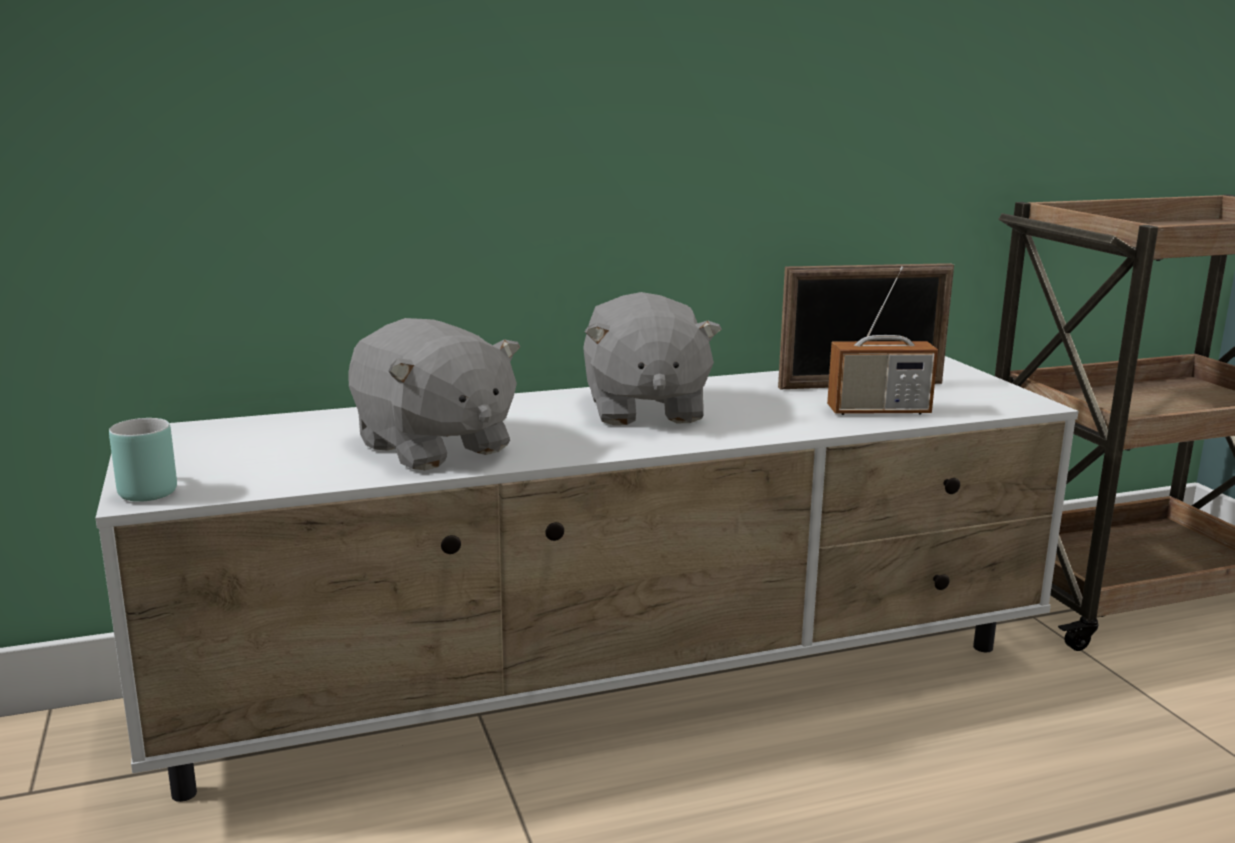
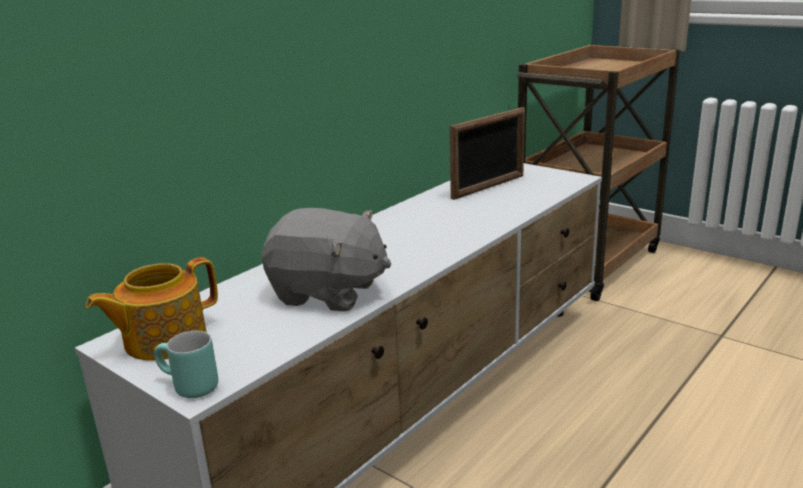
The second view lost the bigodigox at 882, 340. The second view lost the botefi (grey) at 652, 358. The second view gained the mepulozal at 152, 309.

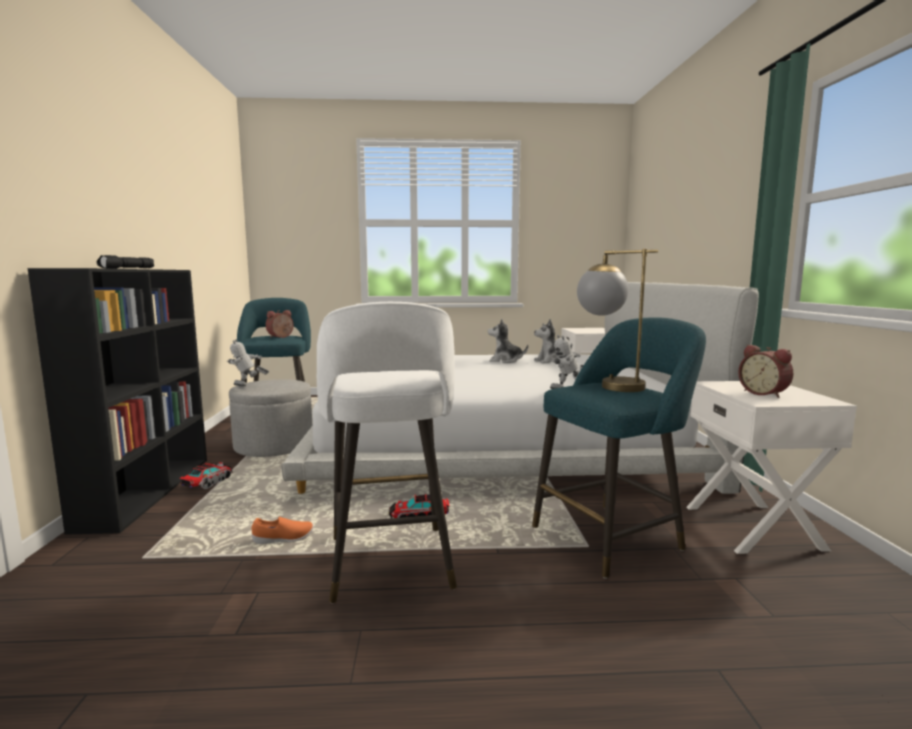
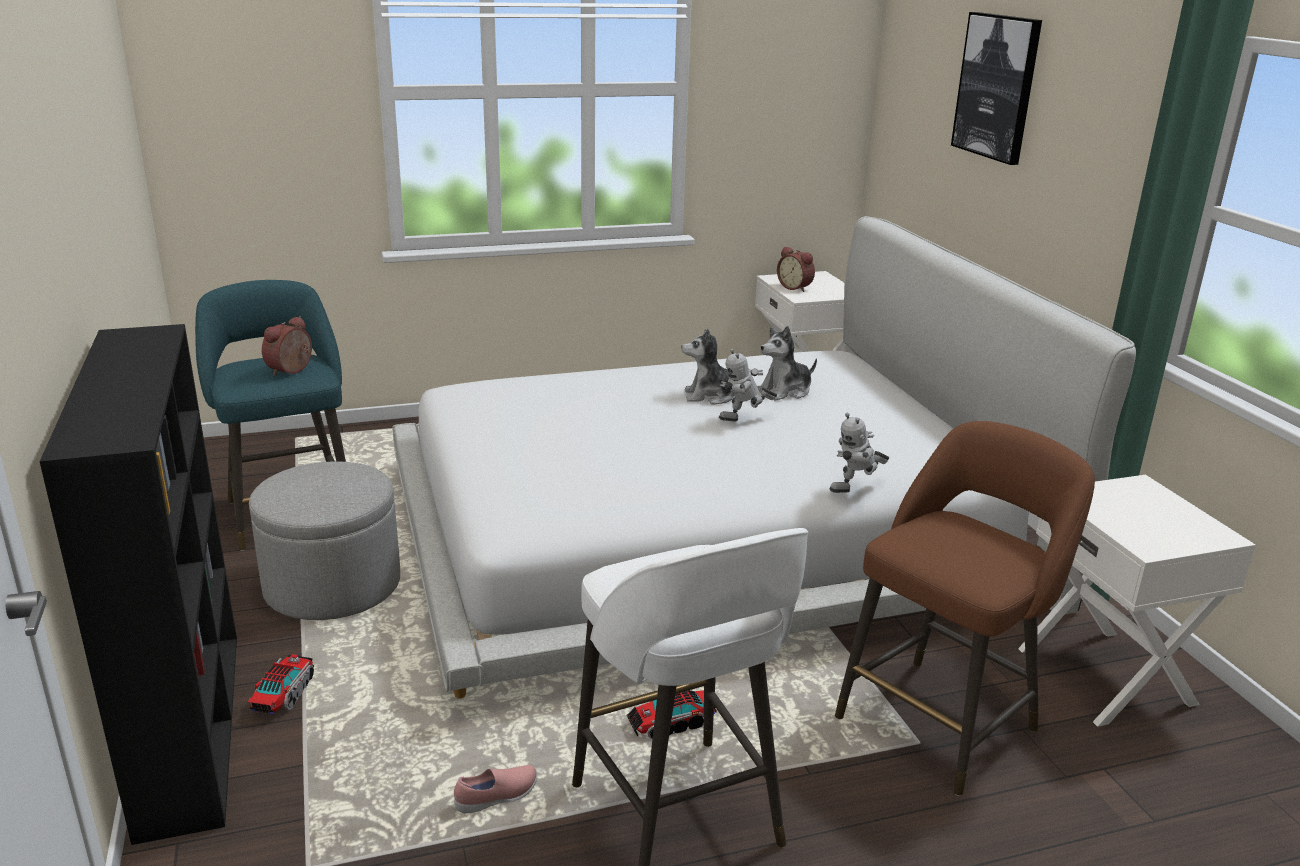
The second view lost the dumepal at 618, 320. The second view lost the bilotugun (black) at 125, 262. What was the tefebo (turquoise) at 619, 448 turned into the tefebo (brown) at 965, 608. The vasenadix ended up elsewhere, having gone from 248, 362 to 748, 385. The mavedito ended up elsewhere, having gone from 765, 371 to 796, 269. What was the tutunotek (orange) at 282, 530 turned into the tutunotek (pink) at 495, 789. The second view gained the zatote at 996, 88.

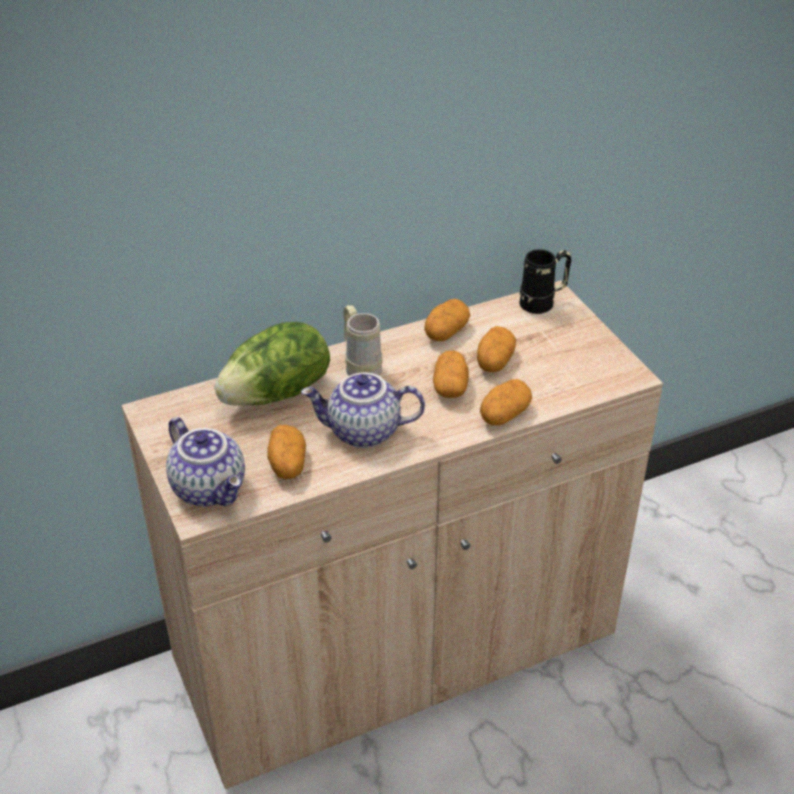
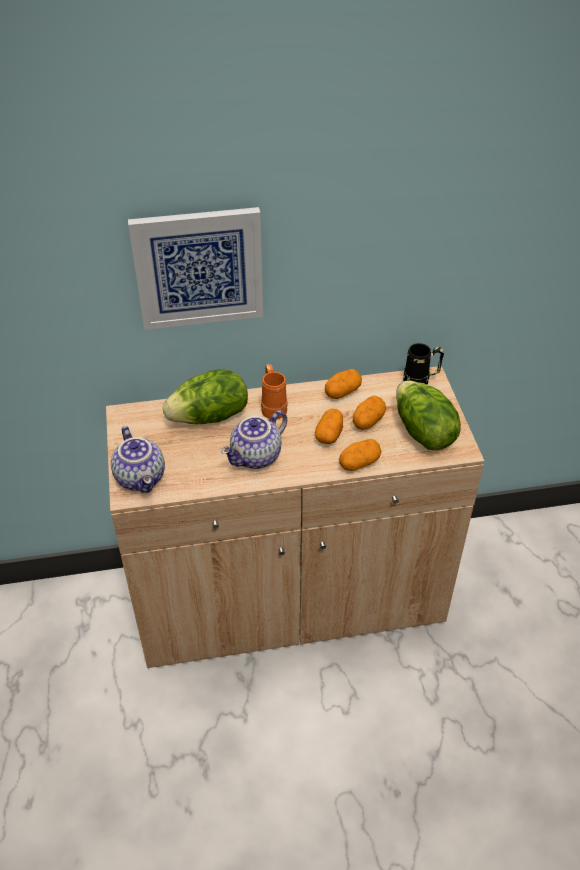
What was the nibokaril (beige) at 363, 340 turned into the nibokaril (orange) at 274, 391. The mepulozal at 363, 410 ended up facing another way, 60 degrees counterclockwise from before. The second view lost the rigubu at 286, 452. The second view gained the zatote at 195, 268. The second view gained the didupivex at 428, 415.

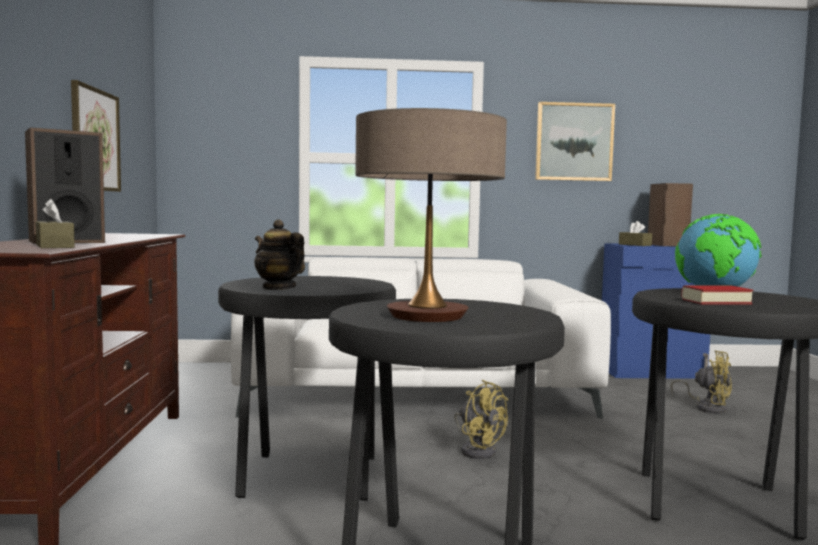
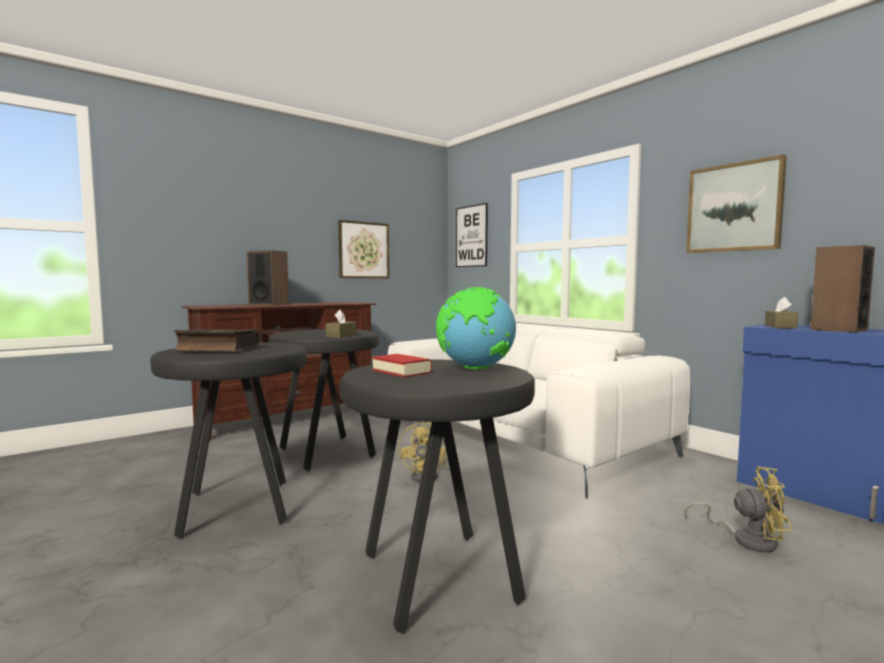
Where the dumepal stood at 431, 215, the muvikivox came to stand at 216, 340. The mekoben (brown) ended up elsewhere, having gone from 55, 223 to 341, 324. The second view lost the mepulozal at 280, 255. The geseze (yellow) at 701, 382 ended up facing another way, 75 degrees counterclockwise from before. The second view gained the zatote at 472, 235.

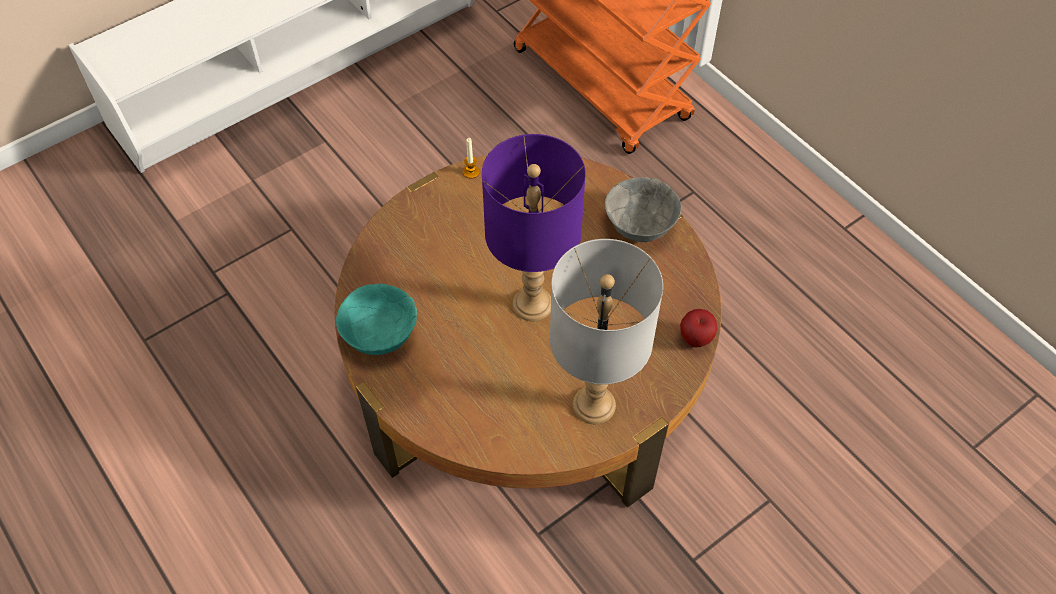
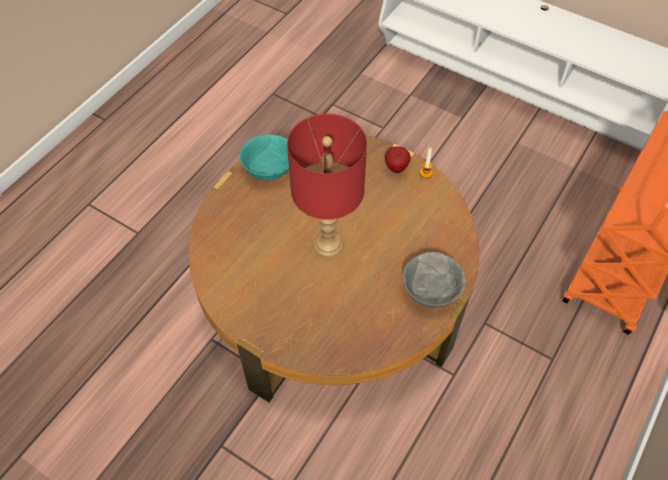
What was the dumepal (purple) at 534, 228 turned into the dumepal (red) at 327, 185. The second view lost the dumepal (grey) at 606, 331. The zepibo ended up elsewhere, having gone from 698, 328 to 398, 159.

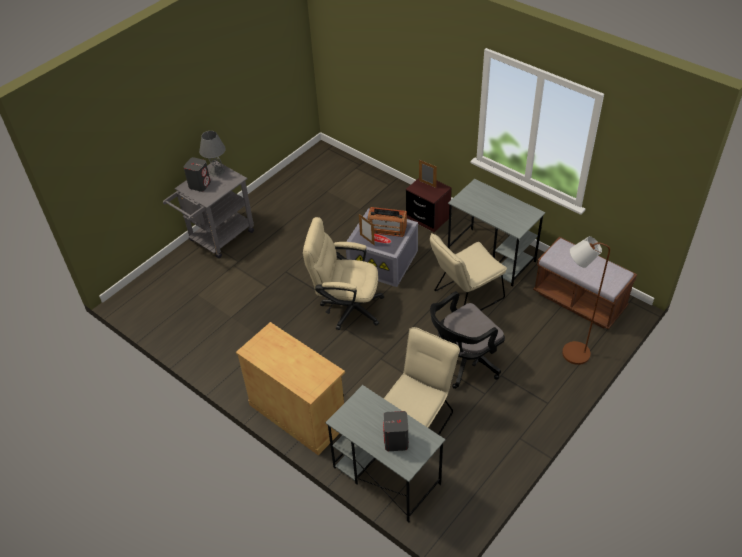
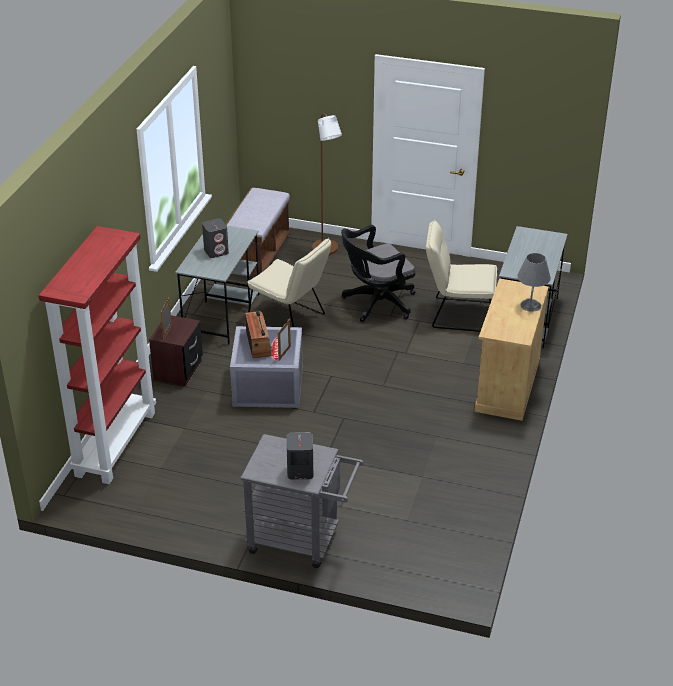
The dumepal (grey) ended up elsewhere, having gone from 212, 154 to 534, 282. The second view lost the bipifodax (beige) at 344, 273. The bipifodax (black) at 467, 340 ended up facing another way, 120 degrees clockwise from before. The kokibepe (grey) ended up elsewhere, having gone from 396, 431 to 215, 238. The second view gained the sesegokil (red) at 97, 355.

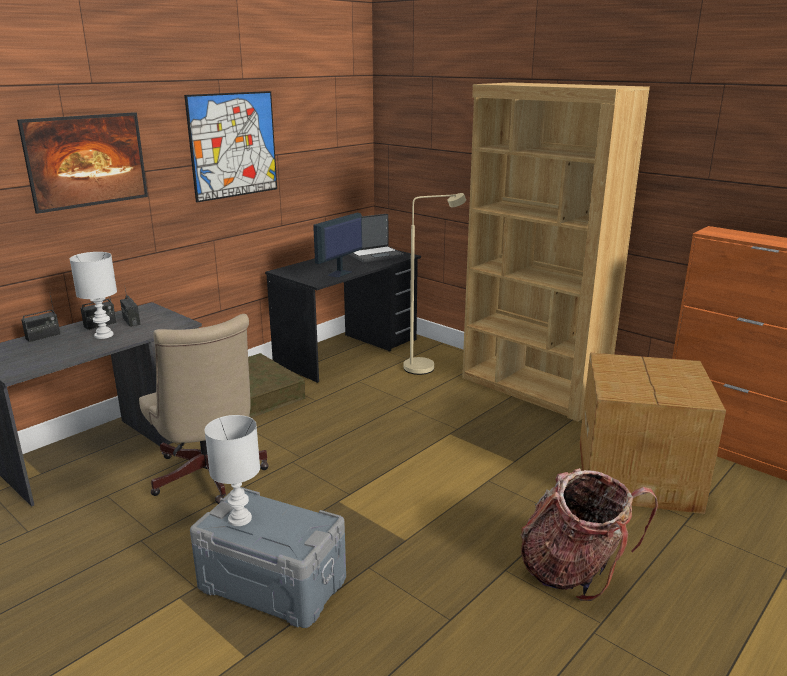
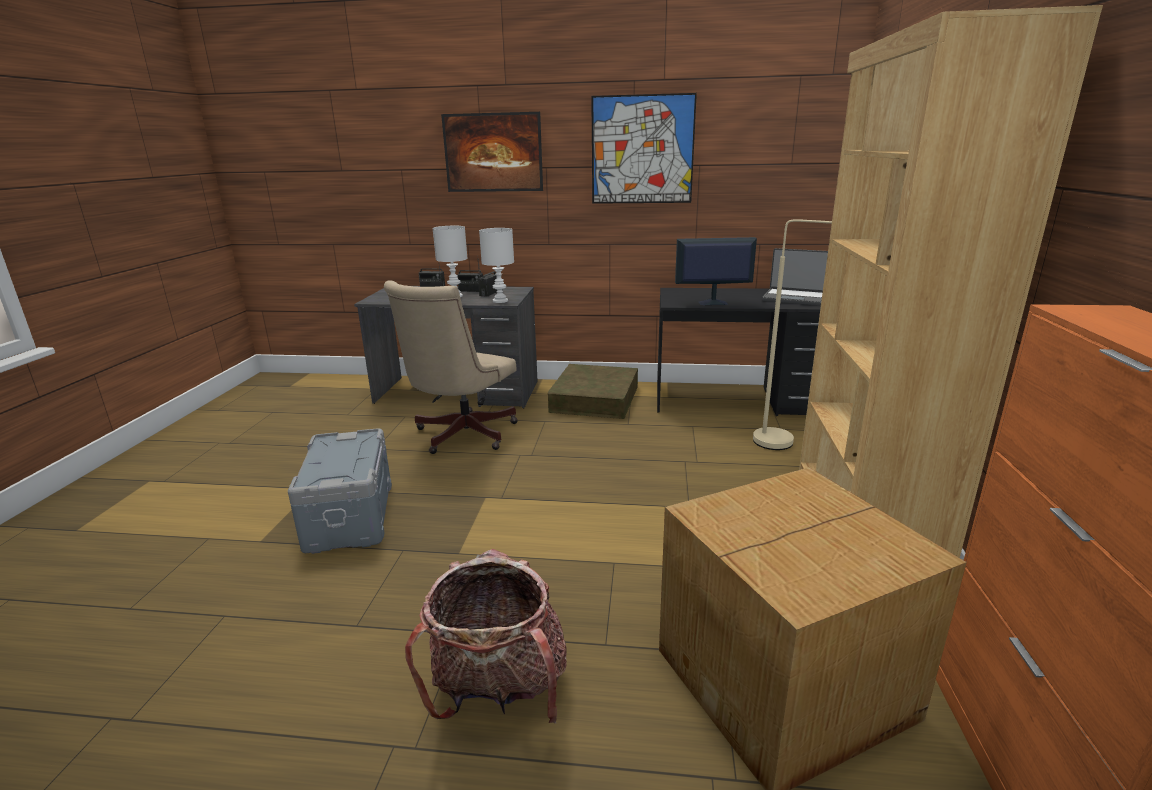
The dumepal (white) ended up elsewhere, having gone from 232, 470 to 496, 265.

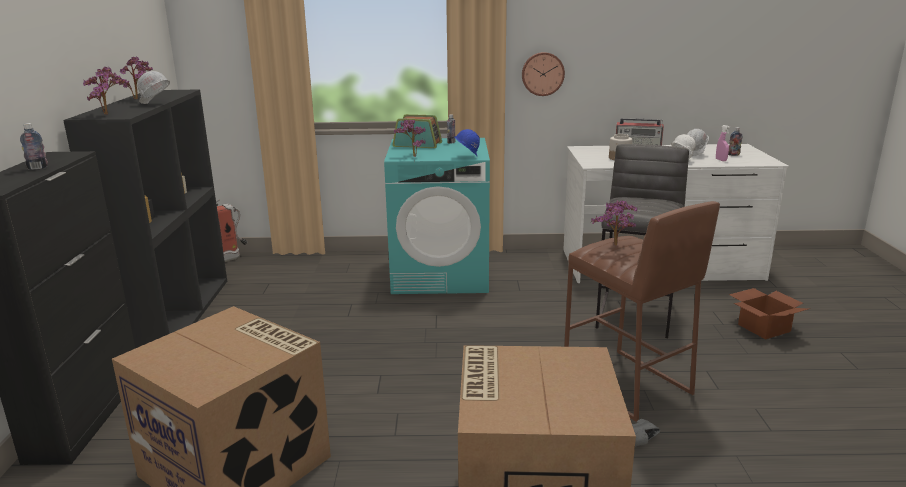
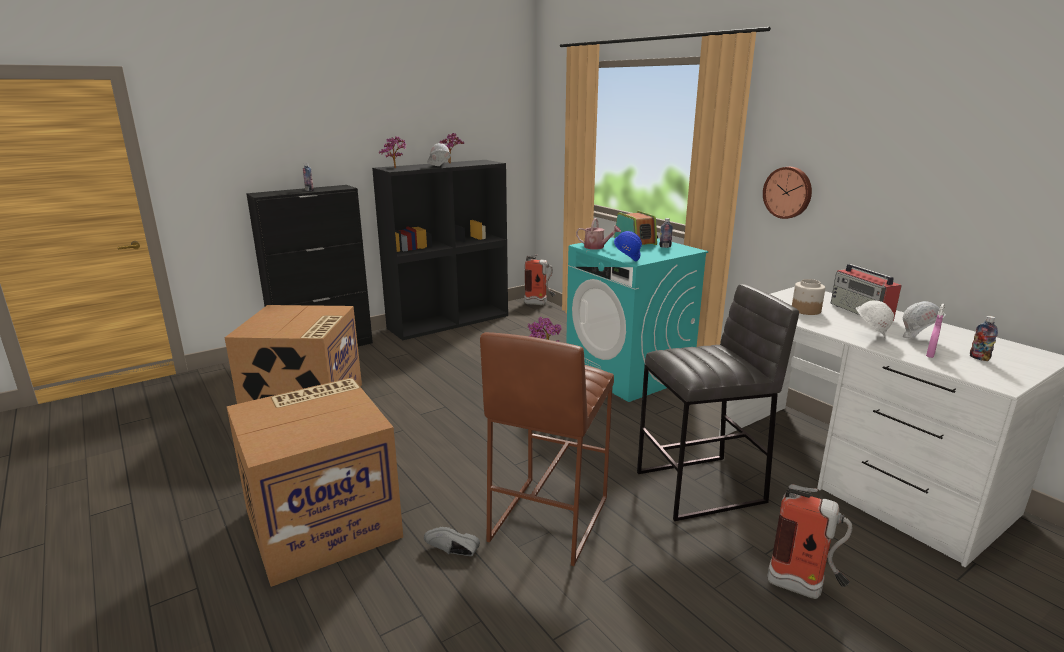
Where the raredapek stood at 410, 138, the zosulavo came to stand at 598, 233. Where the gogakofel stood at 768, 313, the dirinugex came to stand at 810, 541.

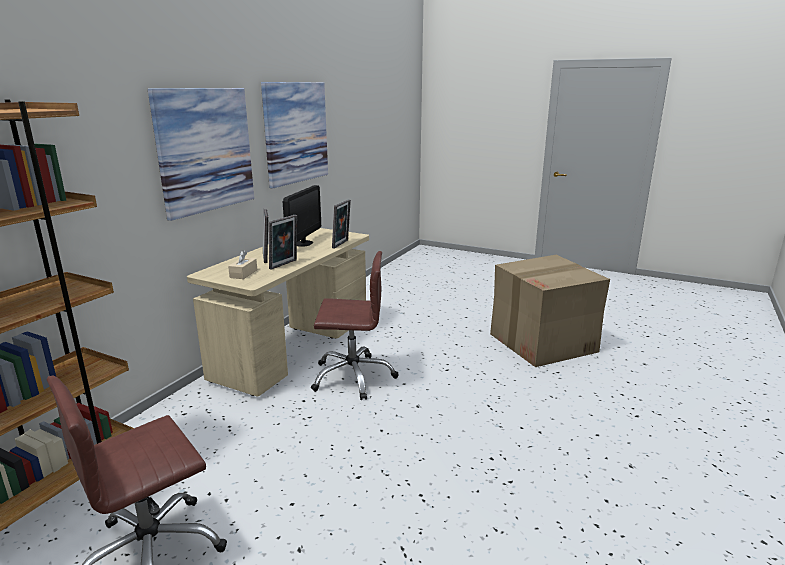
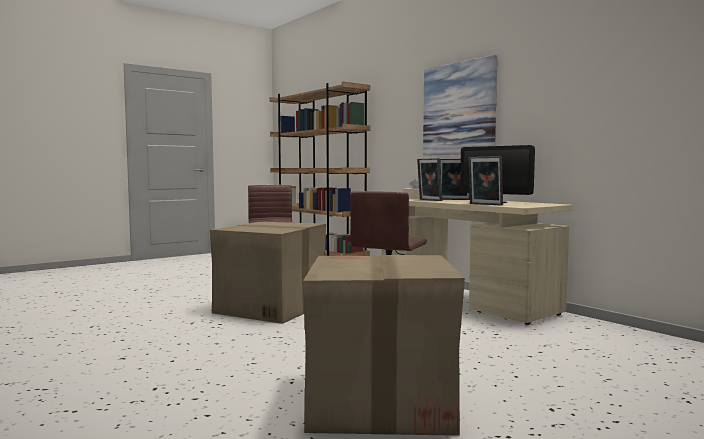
The second view lost the zatote at 294, 135. The second view gained the gogakofel at 268, 273.

